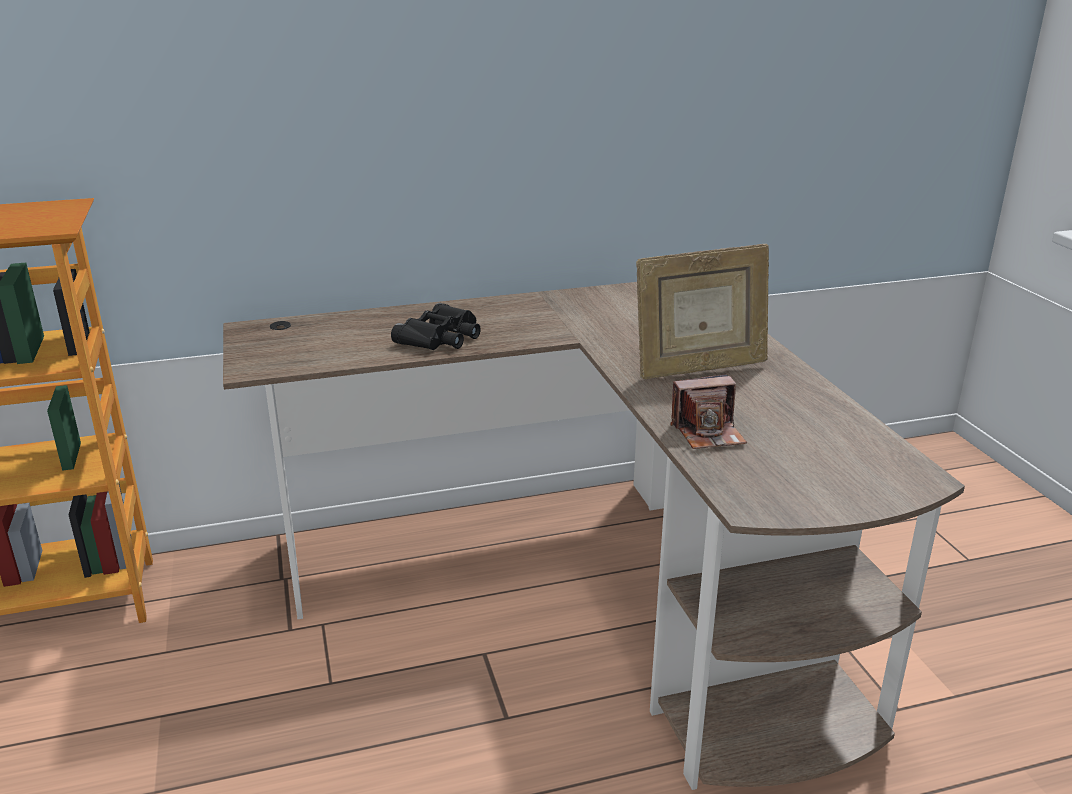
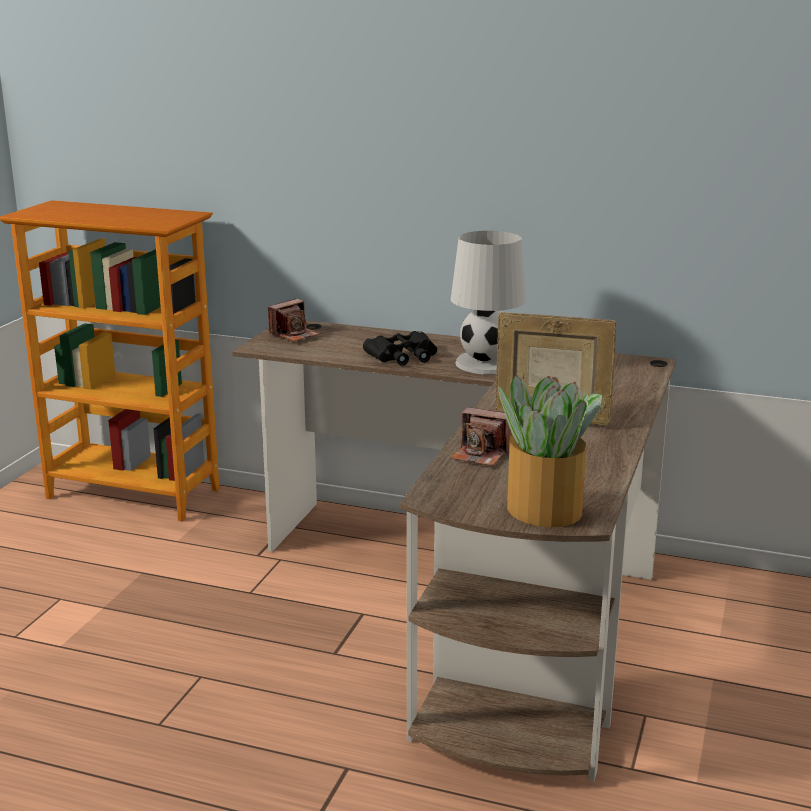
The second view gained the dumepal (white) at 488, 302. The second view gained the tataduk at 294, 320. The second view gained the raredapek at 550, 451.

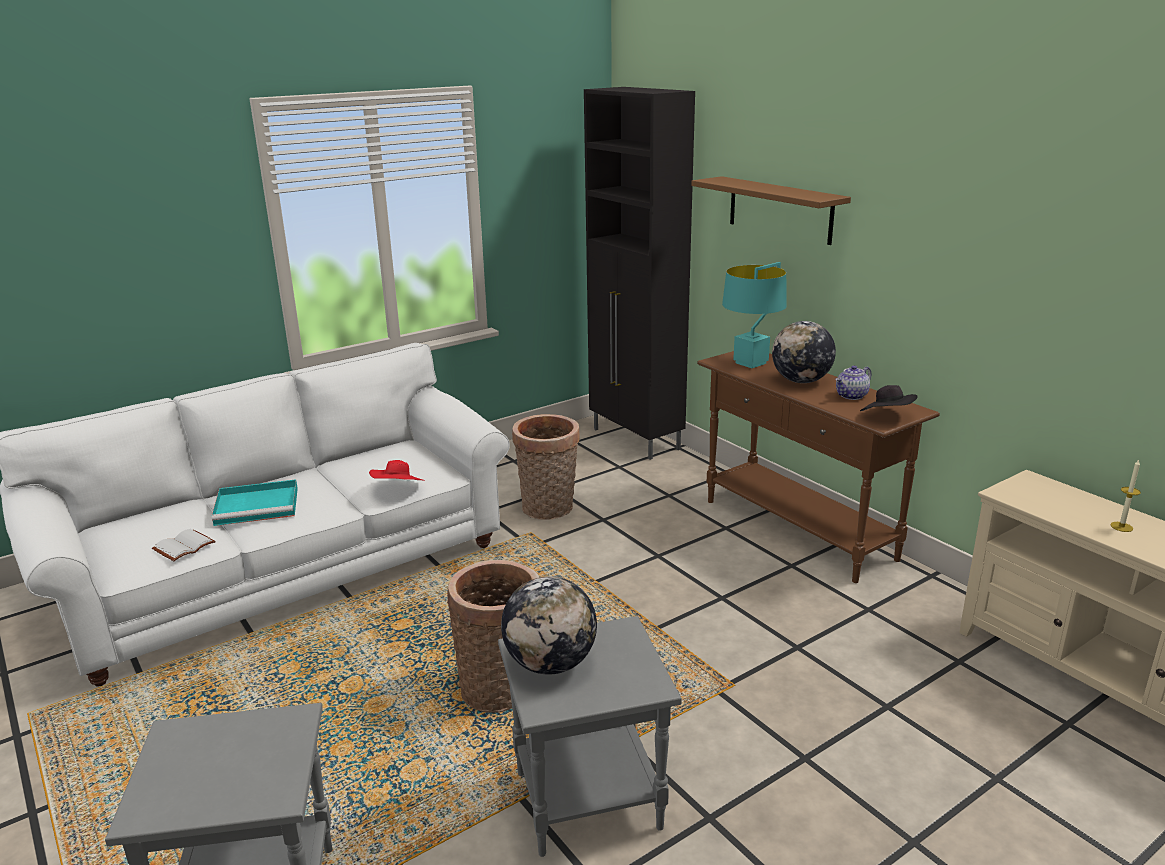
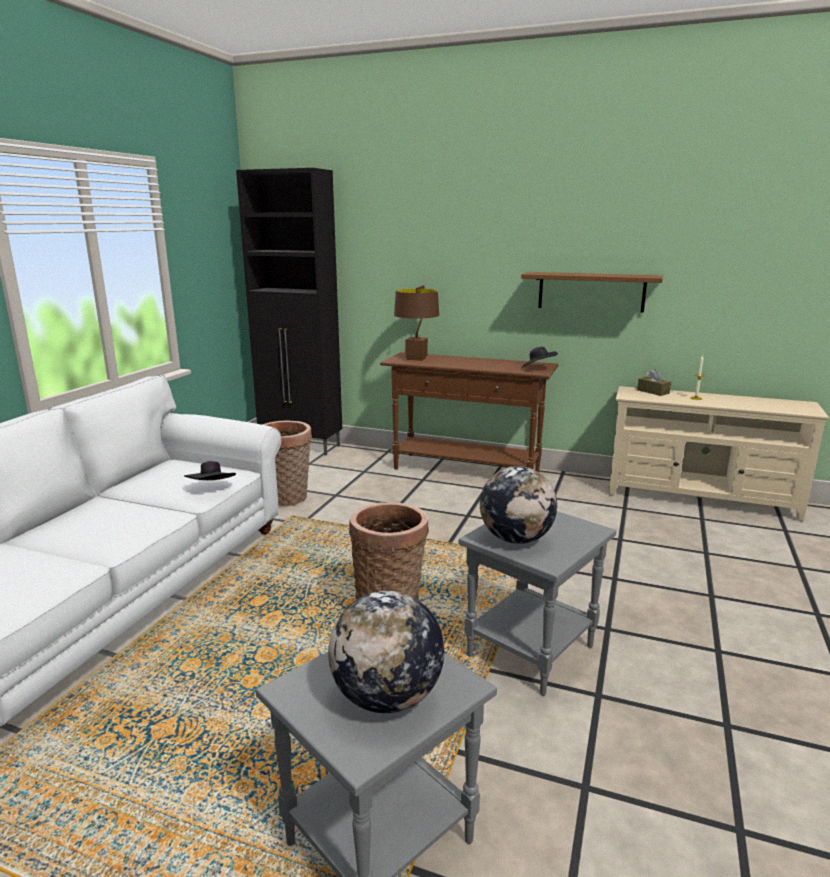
The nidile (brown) ended up elsewhere, having gone from 771, 210 to 592, 292. What was the dumepal (turquoise) at 754, 315 turned into the dumepal (brown) at 416, 323. The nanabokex ended up elsewhere, having gone from 804, 352 to 386, 651. The second view lost the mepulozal at 853, 382. What was the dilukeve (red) at 397, 470 turned into the dilukeve (black) at 210, 470. The second view lost the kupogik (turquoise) at 255, 502. The second view lost the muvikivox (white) at 184, 545. The second view gained the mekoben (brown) at 654, 382.

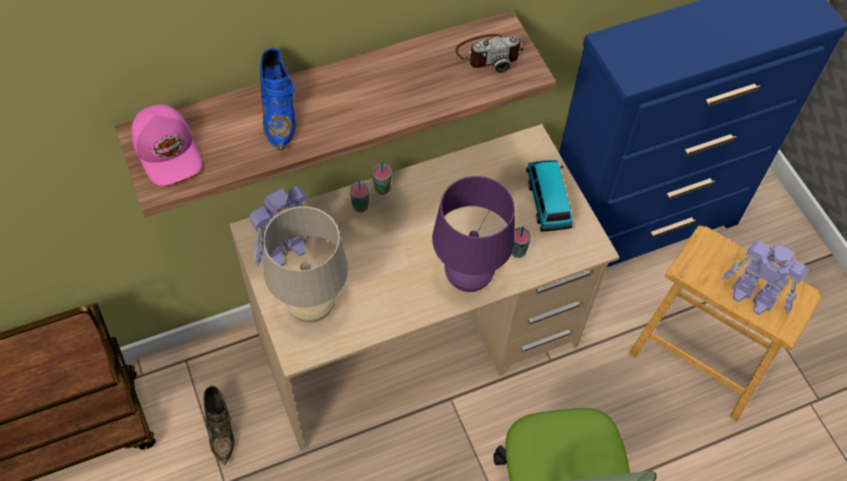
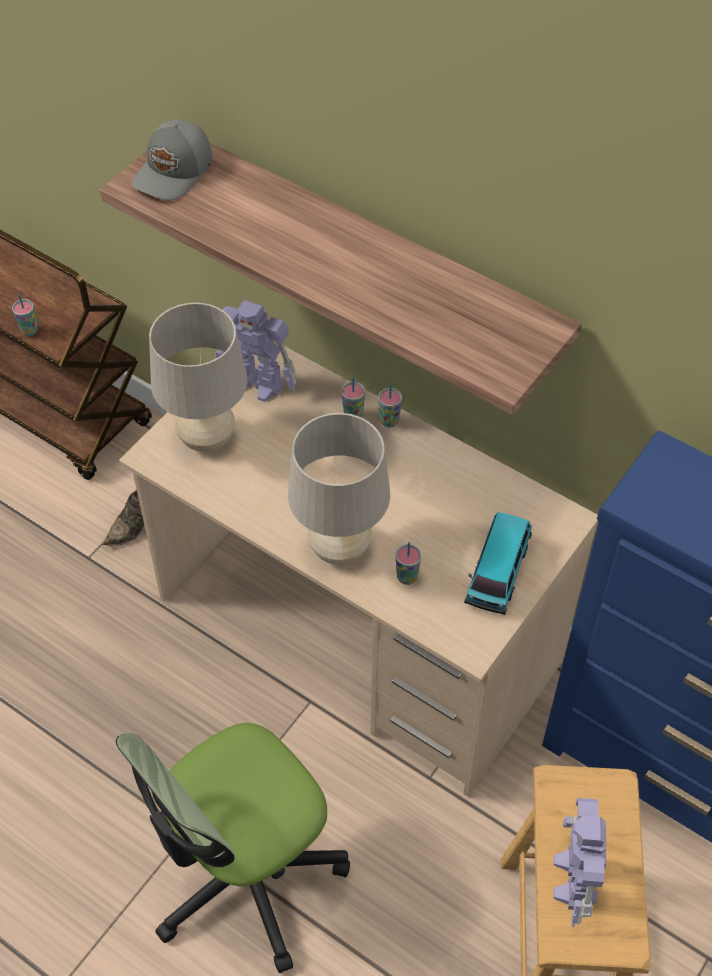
The second view lost the tataduk at 489, 53. The second view lost the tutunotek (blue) at 278, 99. What was the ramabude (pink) at 166, 145 turned into the ramabude (grey) at 171, 159. The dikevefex at 549, 196 ended up facing another way, 150 degrees clockwise from before. What was the dumepal (purple) at 473, 234 turned into the dumepal (beige) at 339, 489. The second view gained the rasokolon at 25, 315.

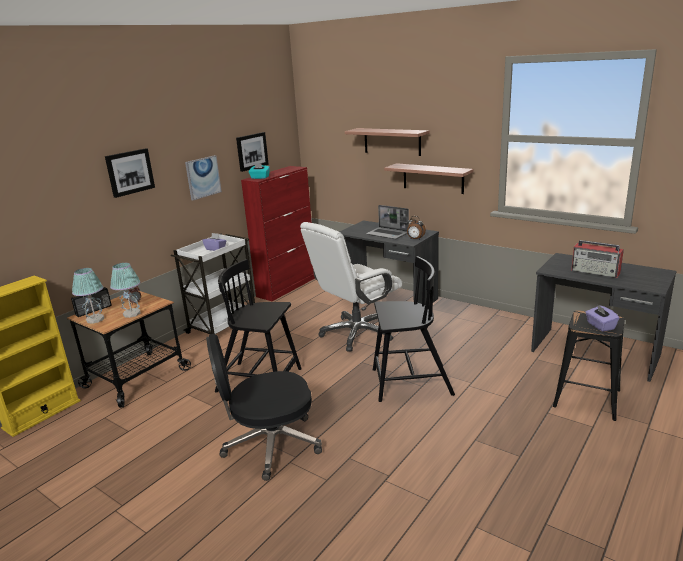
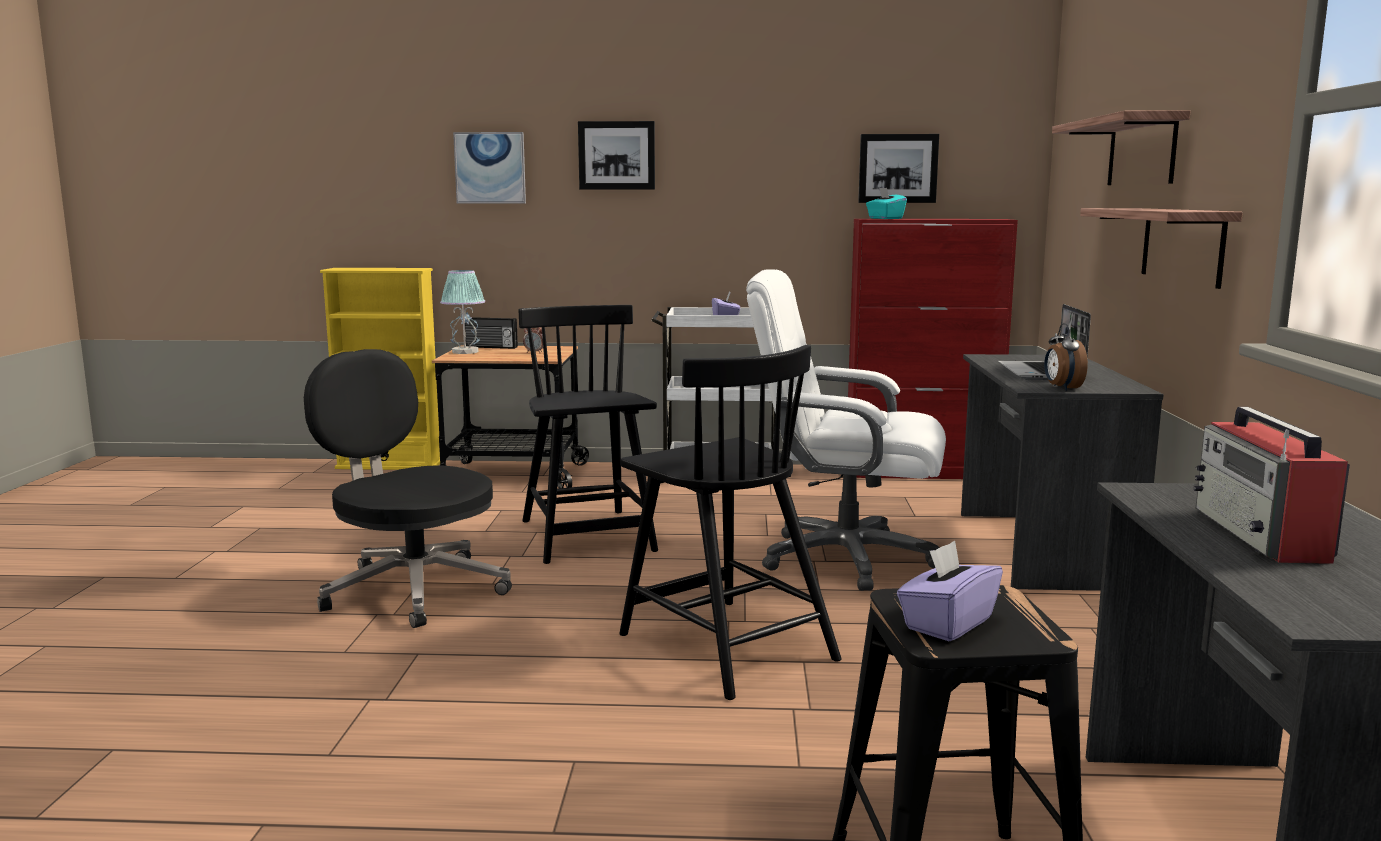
The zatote ended up elsewhere, having gone from 203, 177 to 489, 168. The second view lost the dumepal at 125, 290.

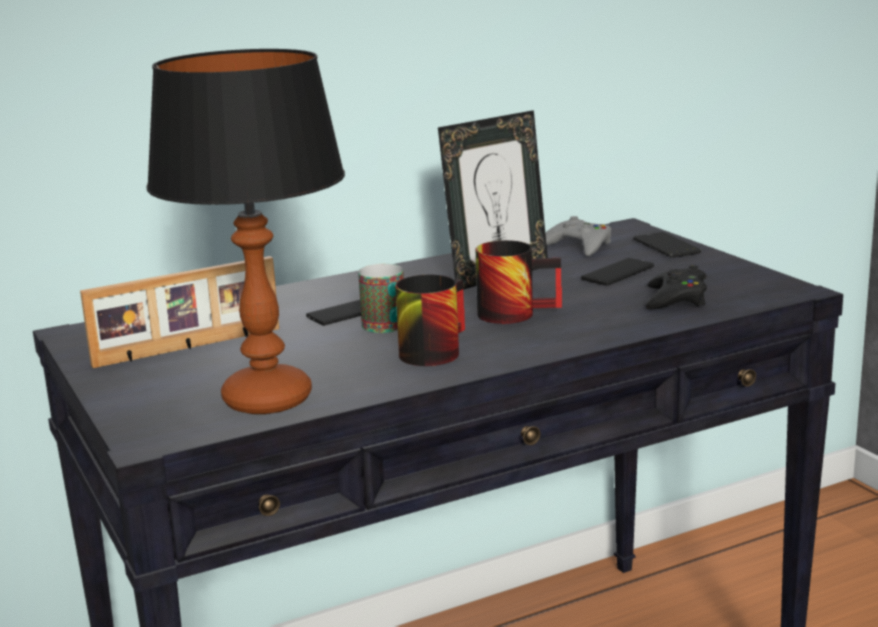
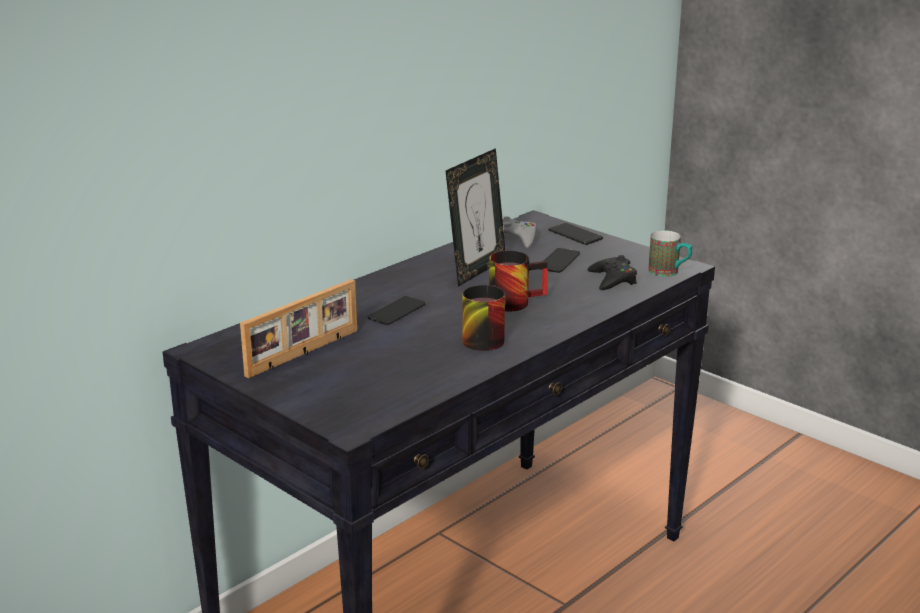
The second view lost the dumepal at 246, 231. The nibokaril ended up elsewhere, having gone from 381, 298 to 670, 253.

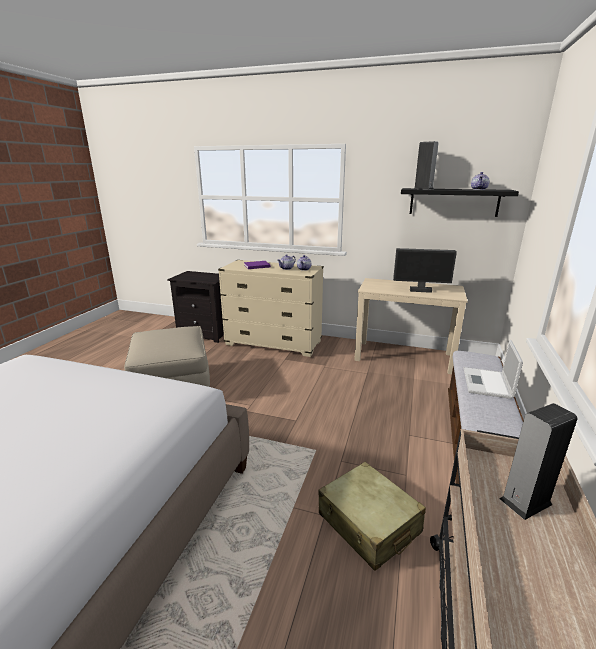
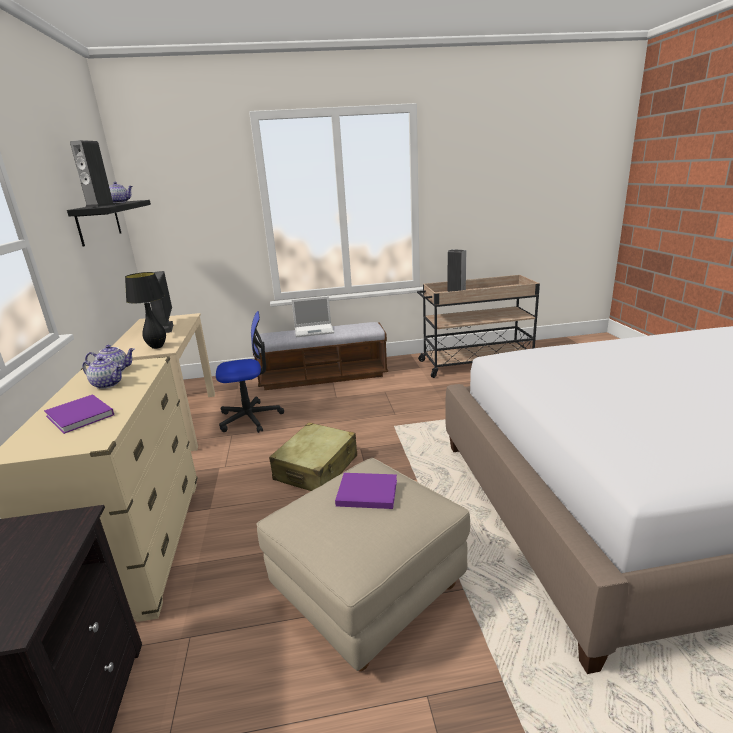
The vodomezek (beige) ended up elsewhere, having gone from 372, 516 to 313, 456. The second view gained the dumepal (black) at 145, 310. The second view gained the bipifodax at 250, 372. The second view gained the muvikivox (purple) at 366, 491.

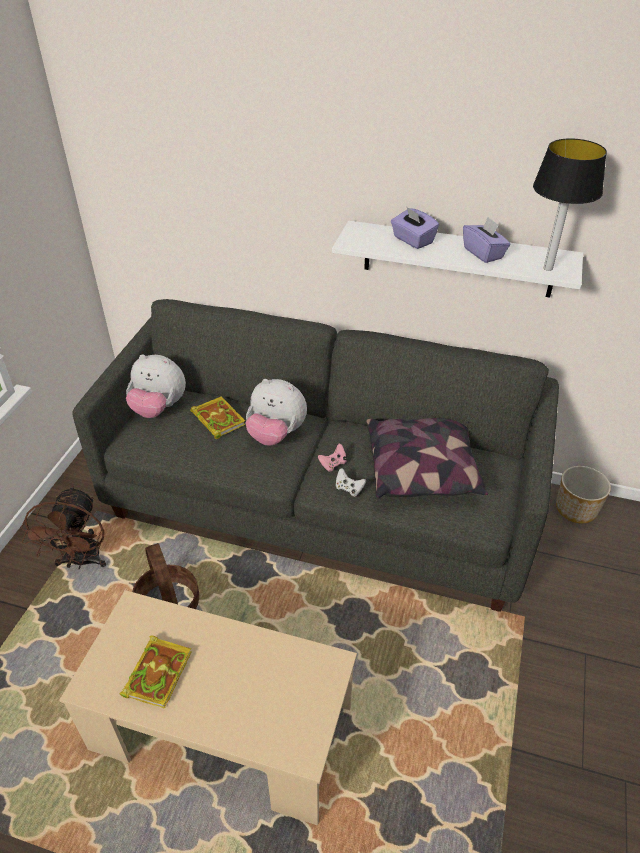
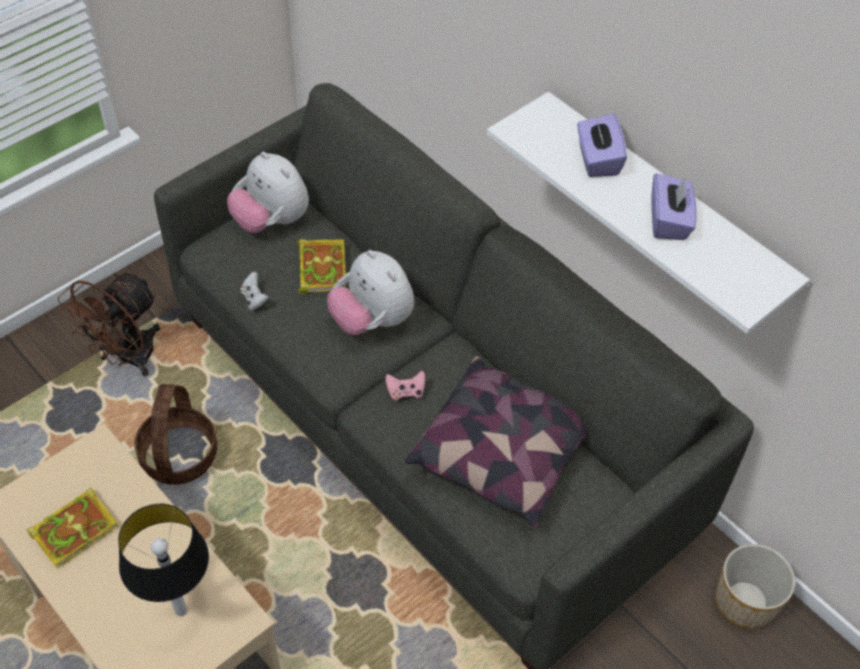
The dumepal ended up elsewhere, having gone from 570, 204 to 163, 560. The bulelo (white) ended up elsewhere, having gone from 351, 482 to 254, 291.

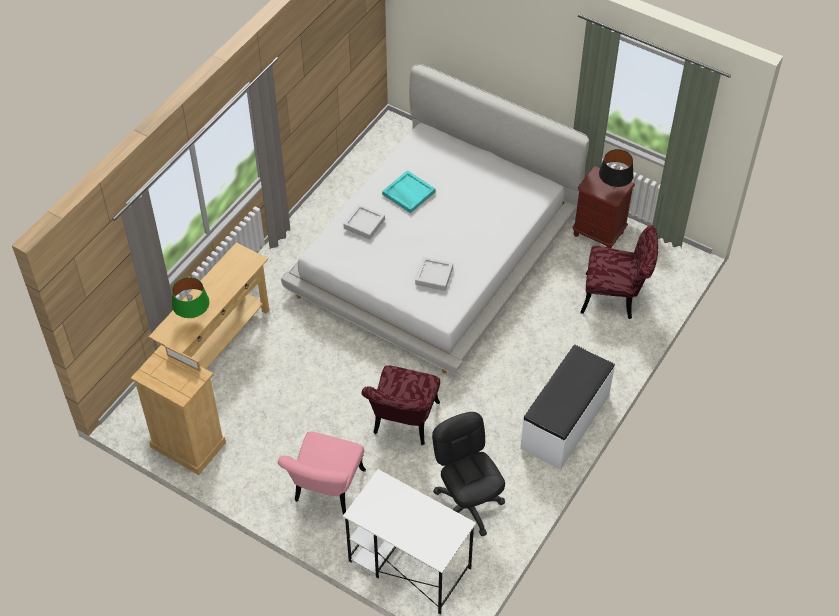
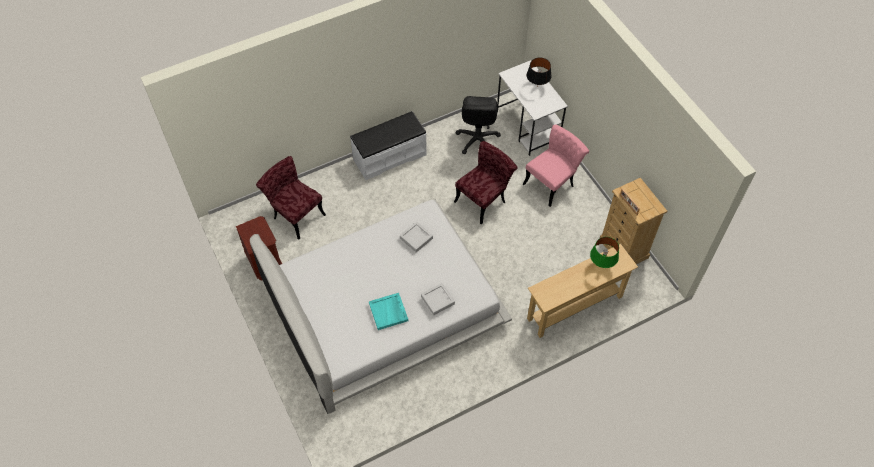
The dumepal (black) ended up elsewhere, having gone from 616, 169 to 539, 72.

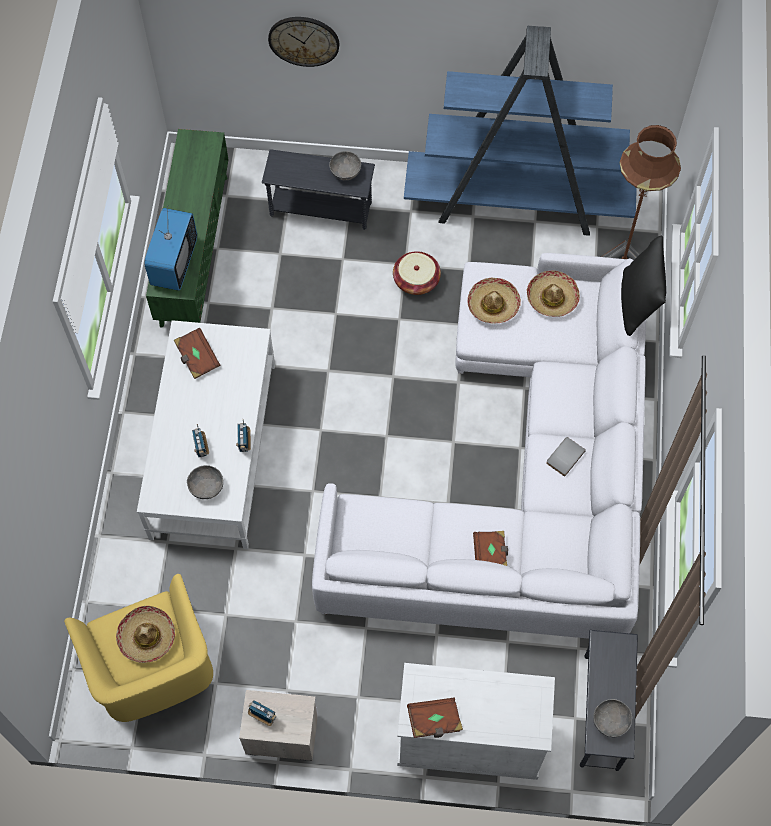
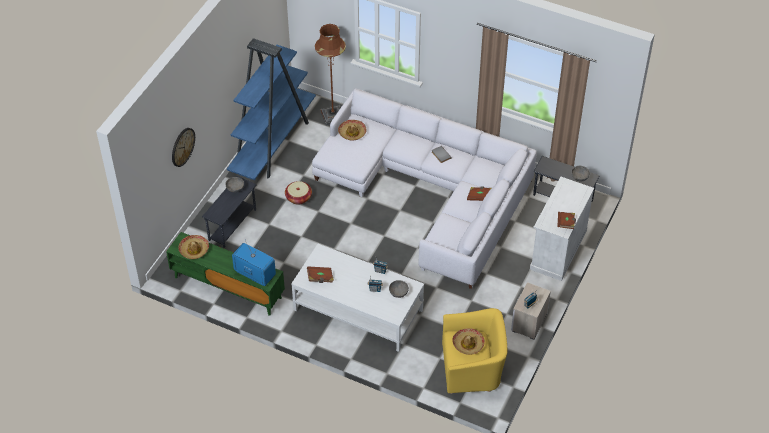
The second view lost the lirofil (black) at 643, 286. The dilukeve ended up elsewhere, having gone from 494, 301 to 193, 247.

